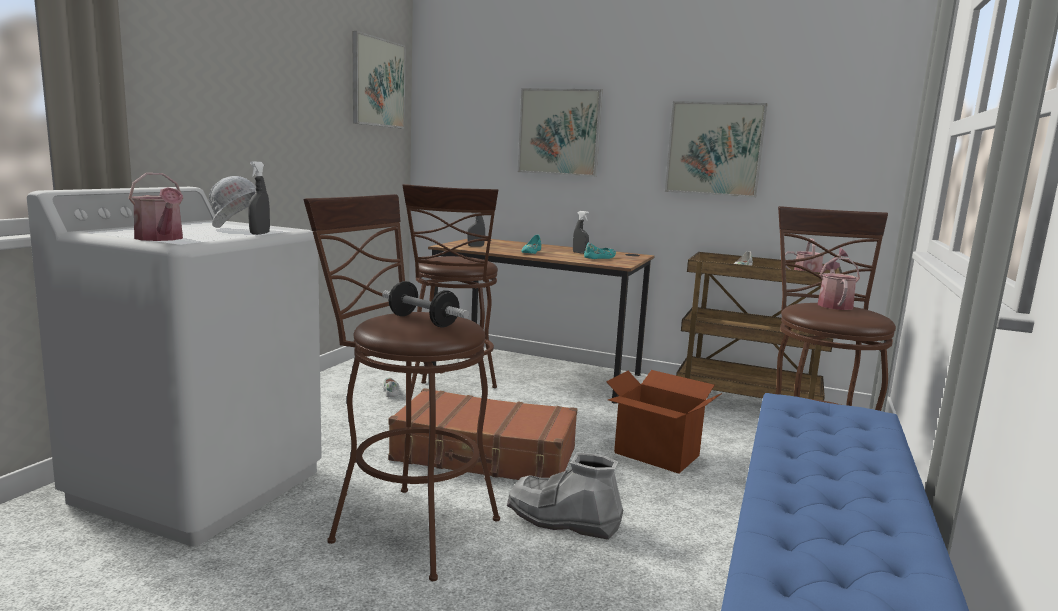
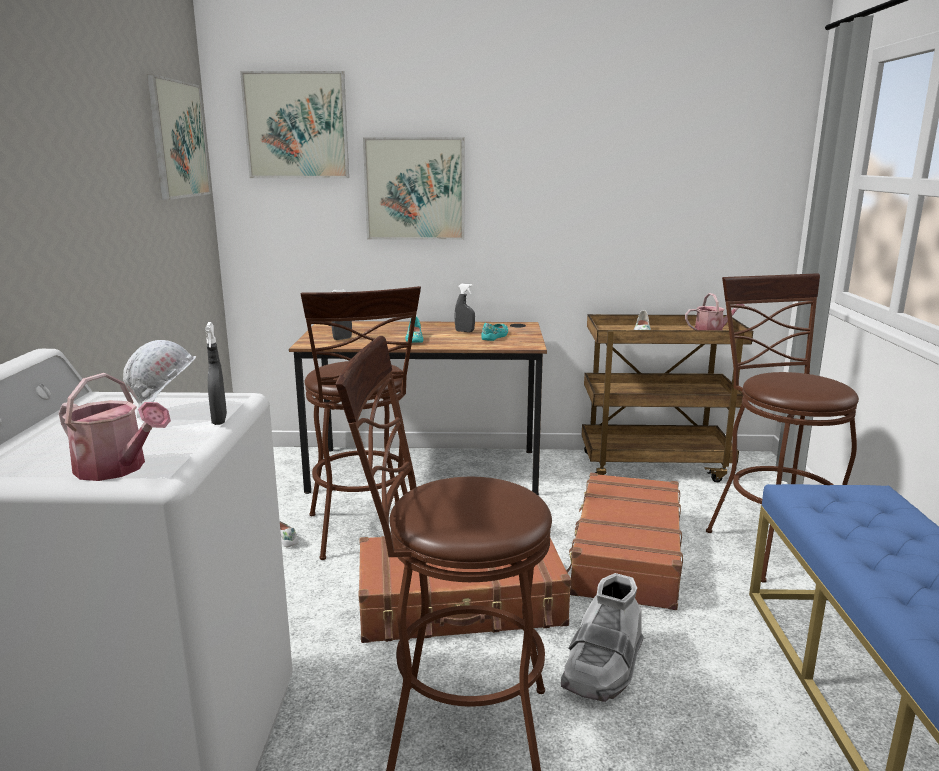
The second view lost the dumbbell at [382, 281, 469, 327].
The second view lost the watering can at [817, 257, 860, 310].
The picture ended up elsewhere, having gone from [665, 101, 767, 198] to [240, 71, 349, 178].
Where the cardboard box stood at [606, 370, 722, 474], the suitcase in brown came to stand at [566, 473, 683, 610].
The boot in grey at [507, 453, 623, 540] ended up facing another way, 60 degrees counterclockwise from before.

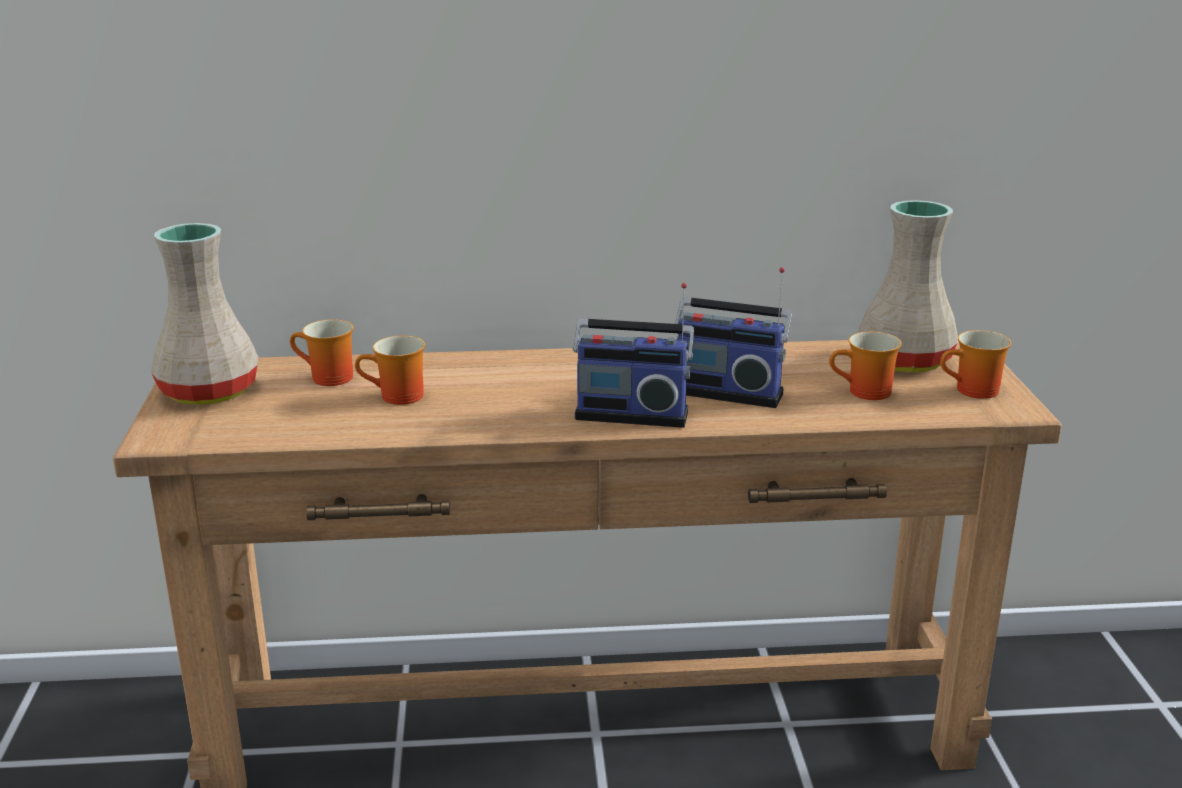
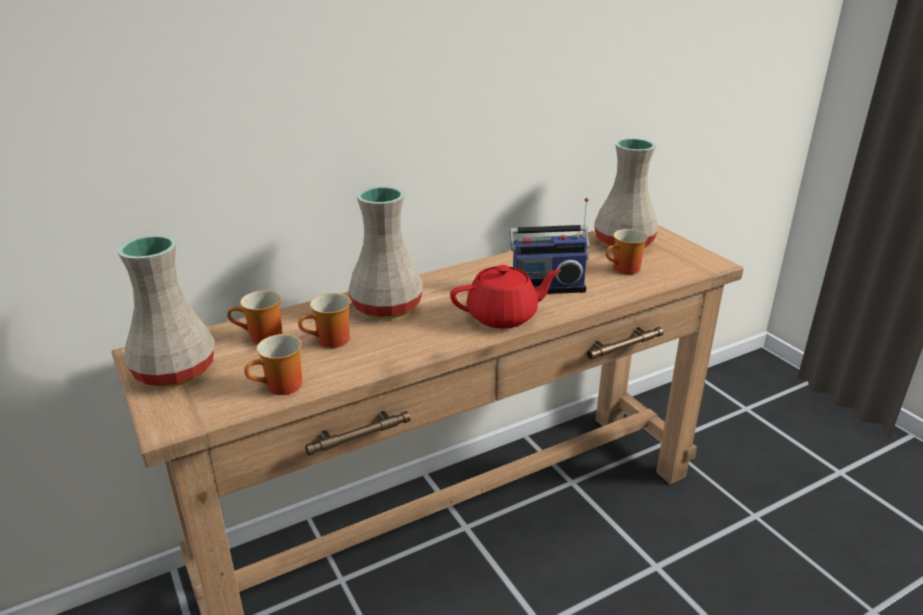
The second view gained the vase in beige at [348, 186, 423, 319].
The mug ended up elsewhere, having gone from [940, 330, 1012, 399] to [244, 334, 303, 395].
Where the radio stood at [573, 283, 694, 428], the teapot in red came to stand at [450, 265, 561, 329].

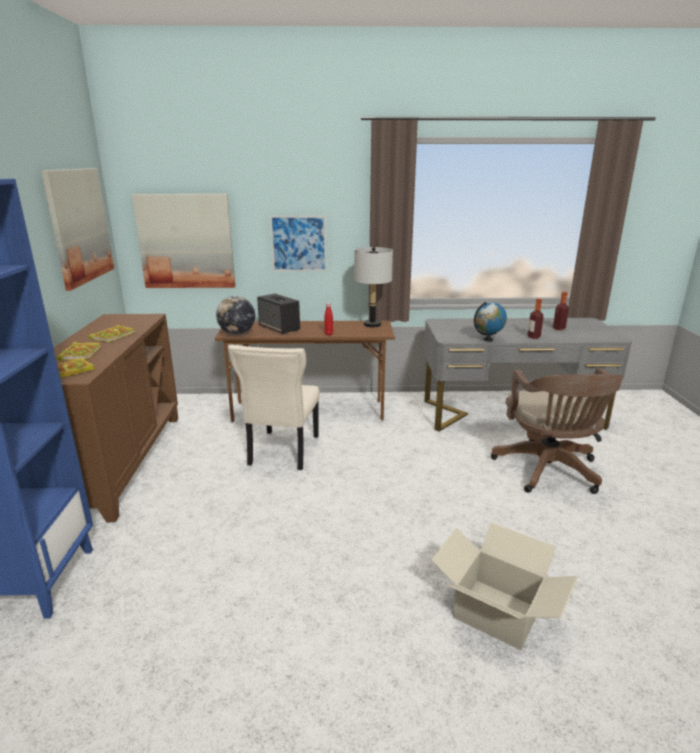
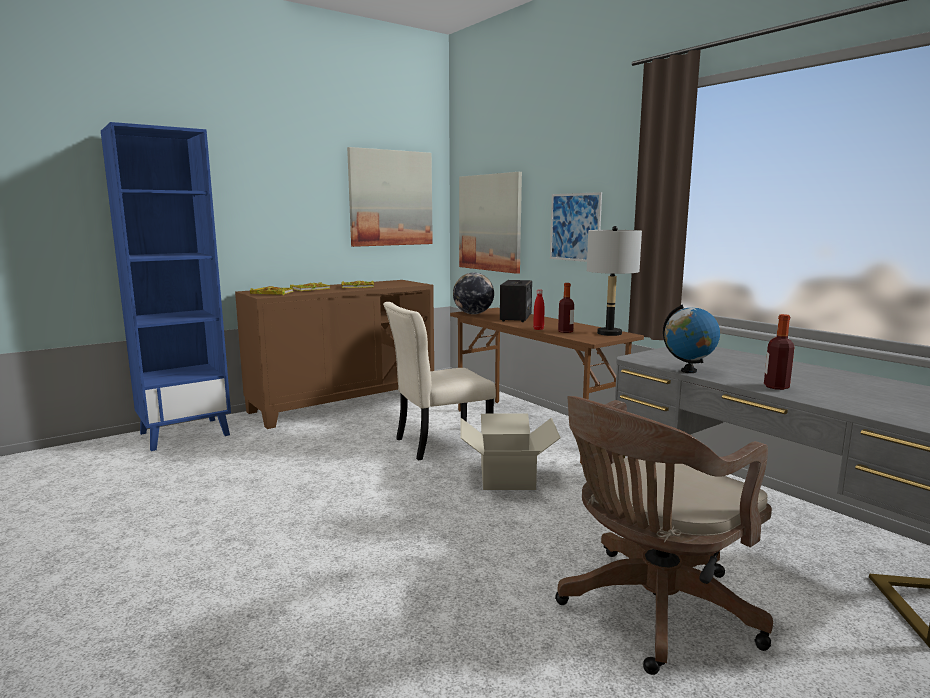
The cardboard box ended up elsewhere, having gone from [431, 522, 578, 651] to [460, 414, 561, 490].
The bottle ended up elsewhere, having gone from [553, 292, 569, 330] to [558, 283, 574, 333].

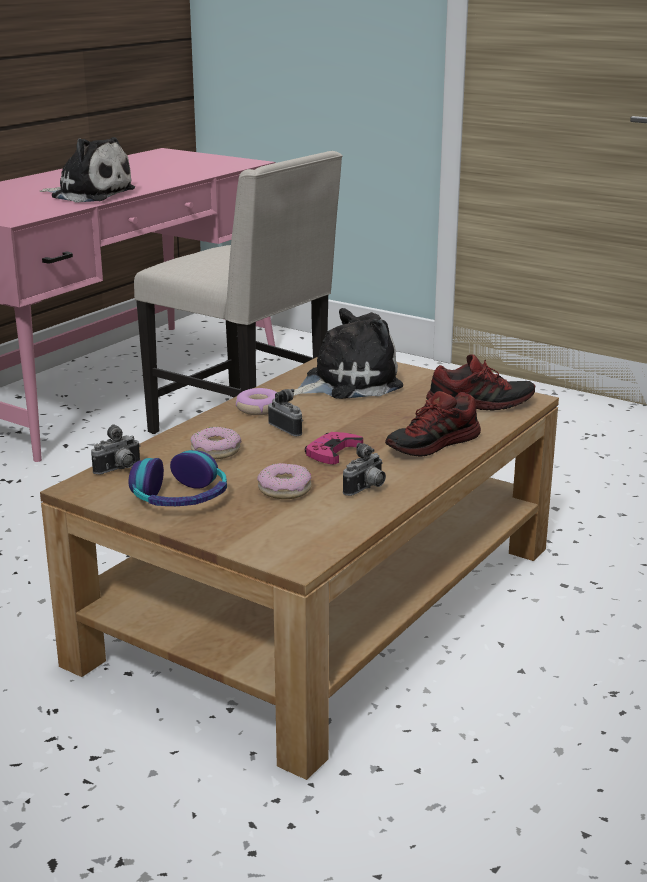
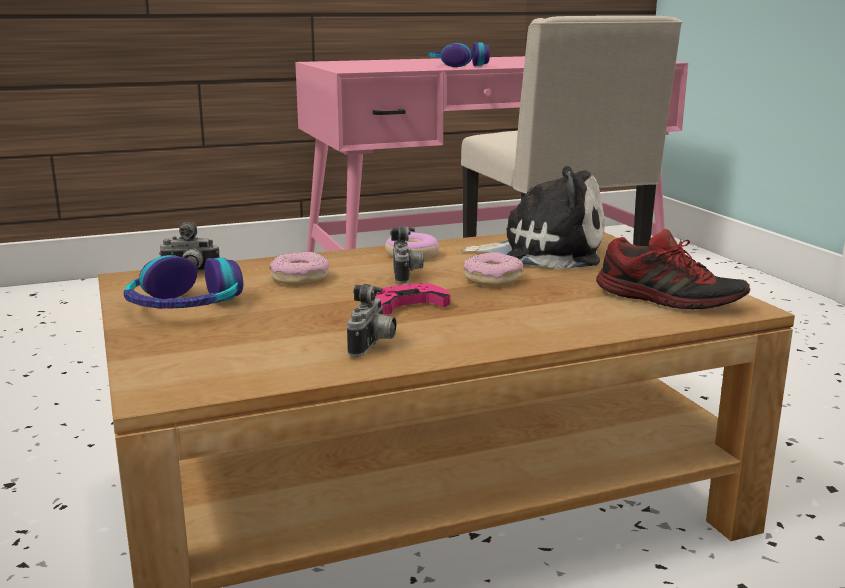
The second view lost the shoe at [385, 391, 481, 457].
The donut ended up elsewhere, having gone from [257, 463, 312, 499] to [464, 252, 523, 286].
Where the plush toy stood at [40, 137, 135, 203], the headphones came to stand at [428, 42, 490, 67].
The photo camera at [343, 443, 386, 496] ended up facing another way, 60 degrees counterclockwise from before.

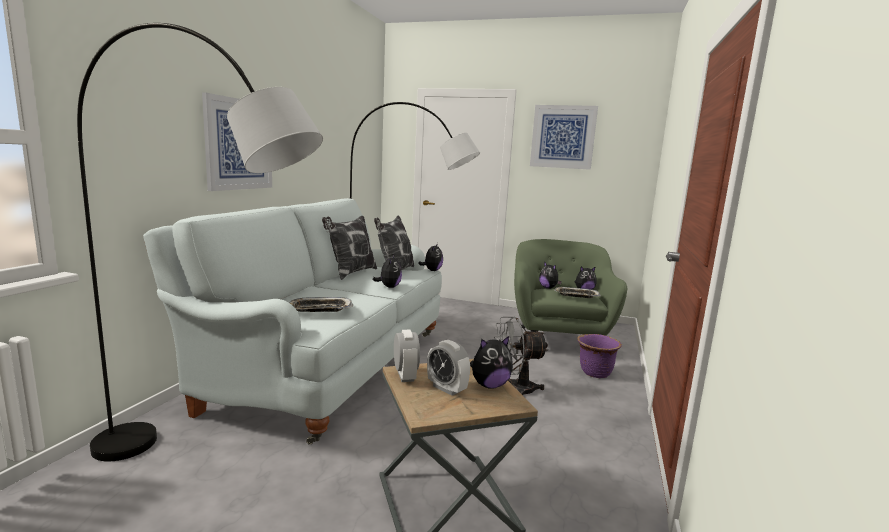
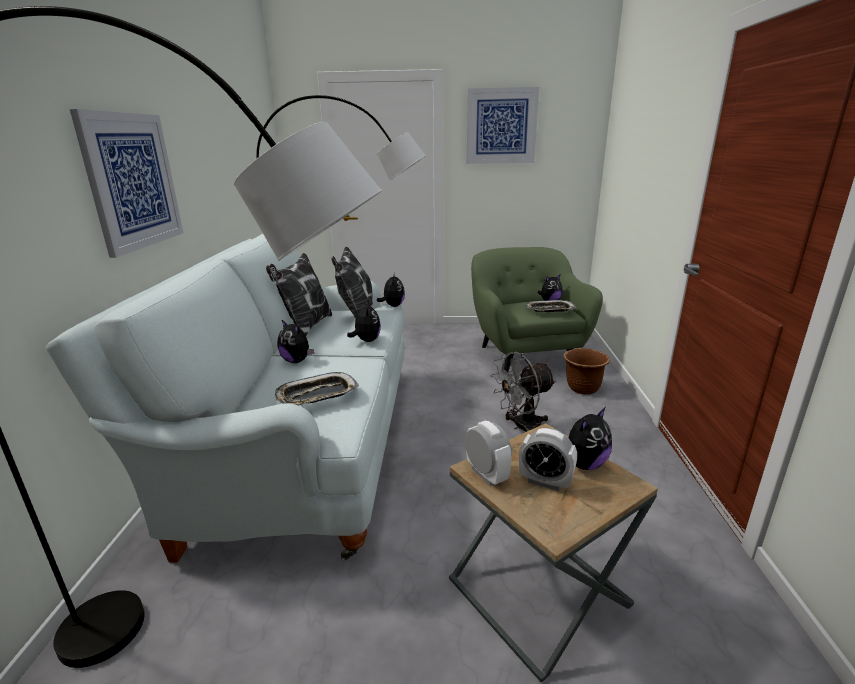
The plush toy ended up elsewhere, having gone from [539, 262, 562, 289] to [278, 320, 314, 363].
What was the planter in purple at [577, 334, 622, 379] turned into the planter in brown at [563, 348, 610, 395].

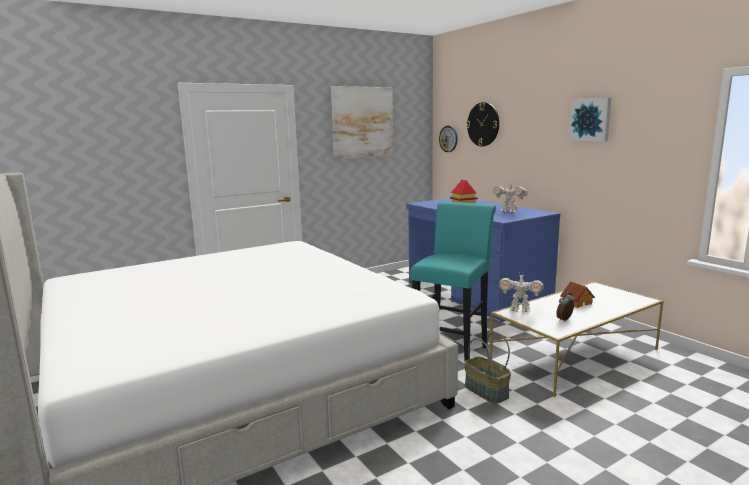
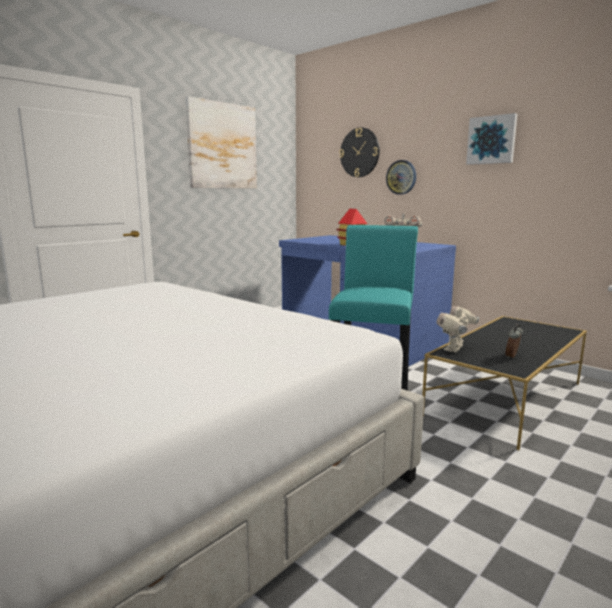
The second view lost the basket at [464, 332, 511, 404].
The second view lost the toy house at [560, 281, 595, 308].
The wall clock ended up elsewhere, having gone from [439, 126, 458, 152] to [386, 160, 416, 195].
What was the coffee table in white at [490, 282, 664, 397] turned into the coffee table in black at [422, 316, 587, 451].
The toy robot at [499, 271, 543, 312] ended up facing another way, 120 degrees clockwise from before.

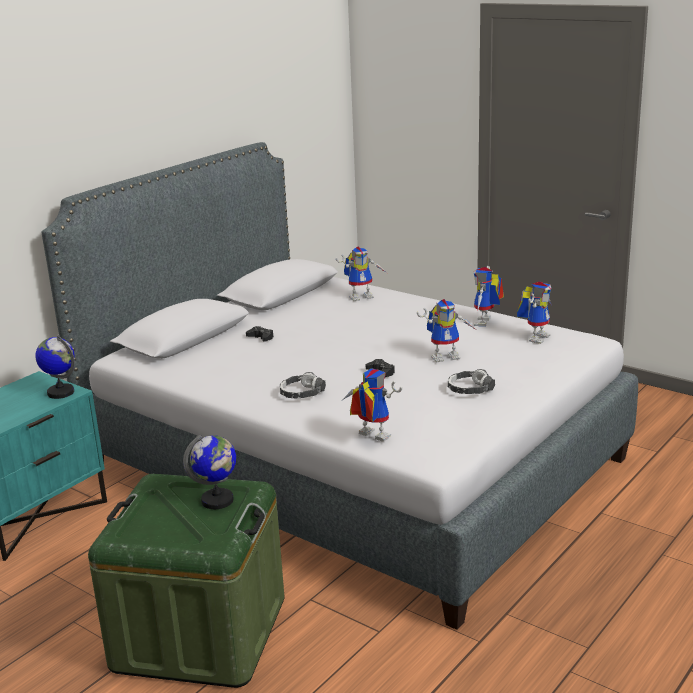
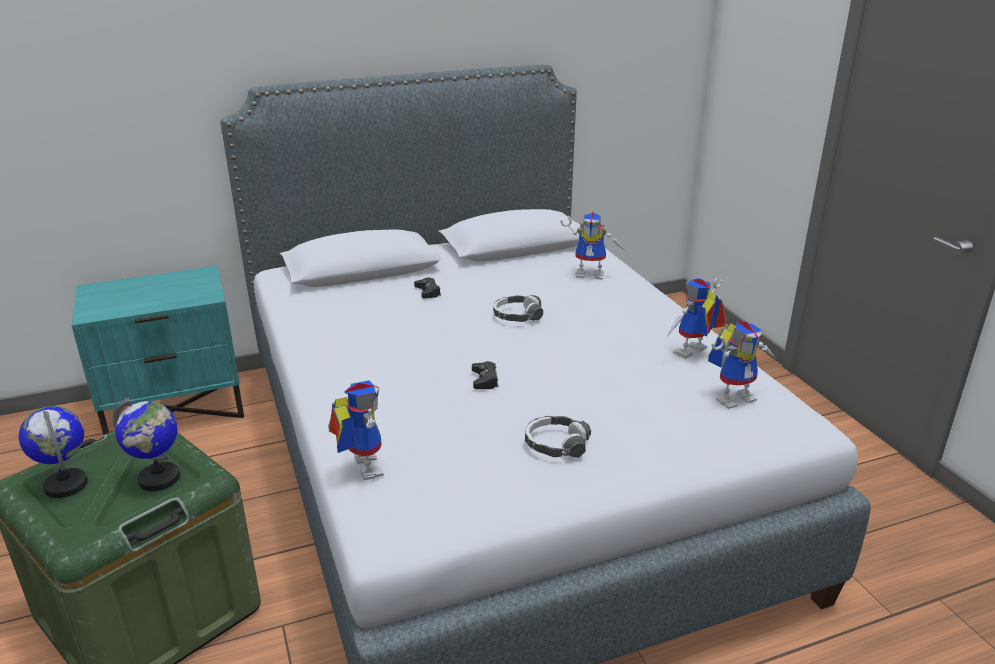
The second view lost the toy robot at [417, 299, 475, 362].
The globe ended up elsewhere, having gone from [35, 336, 75, 399] to [19, 406, 88, 498].
The headphones ended up elsewhere, having gone from [280, 372, 326, 399] to [493, 295, 543, 322].

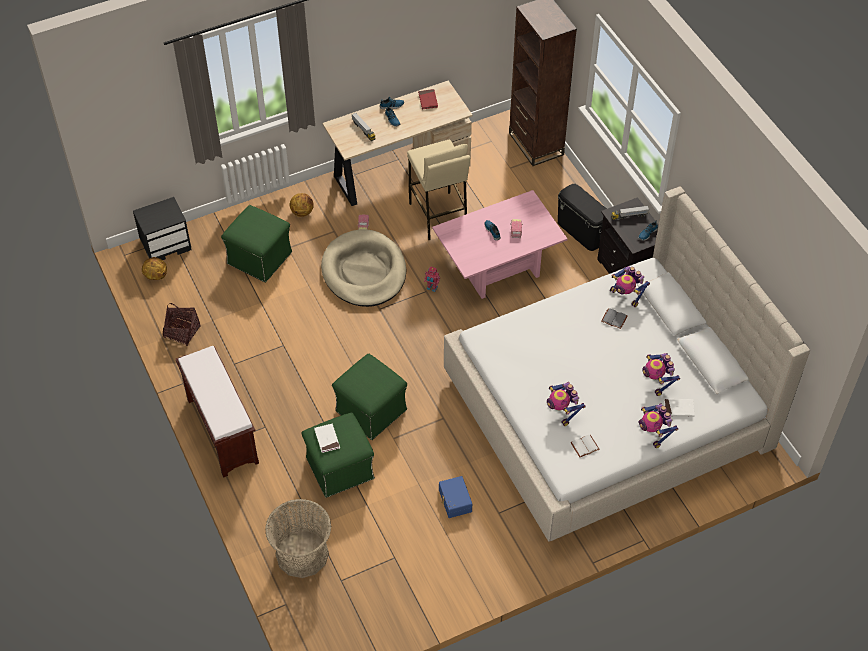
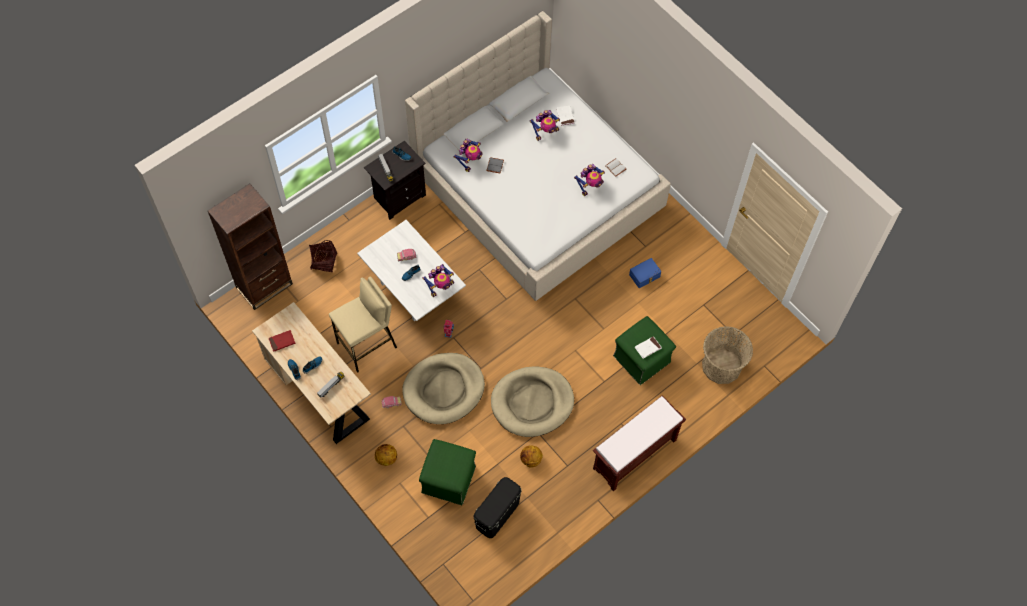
The second view lost the nightstand in black at [133, 197, 192, 260].
The second view lost the ottoman in green at [332, 354, 407, 440].
The second view gained the dog bed in beige at [491, 366, 574, 437].
The basketball ended up elsewhere, having gone from [142, 257, 167, 280] to [520, 445, 543, 468].
The basket ended up elsewhere, having gone from [163, 303, 201, 346] to [309, 240, 337, 272].
The storage box in black ended up elsewhere, having gone from [558, 184, 607, 251] to [473, 477, 522, 538].
The toy robot ended up elsewhere, having gone from [638, 403, 678, 448] to [422, 264, 454, 297].
What was the coffee table in pink at [432, 190, 568, 299] turned into the coffee table in white at [357, 220, 466, 321].

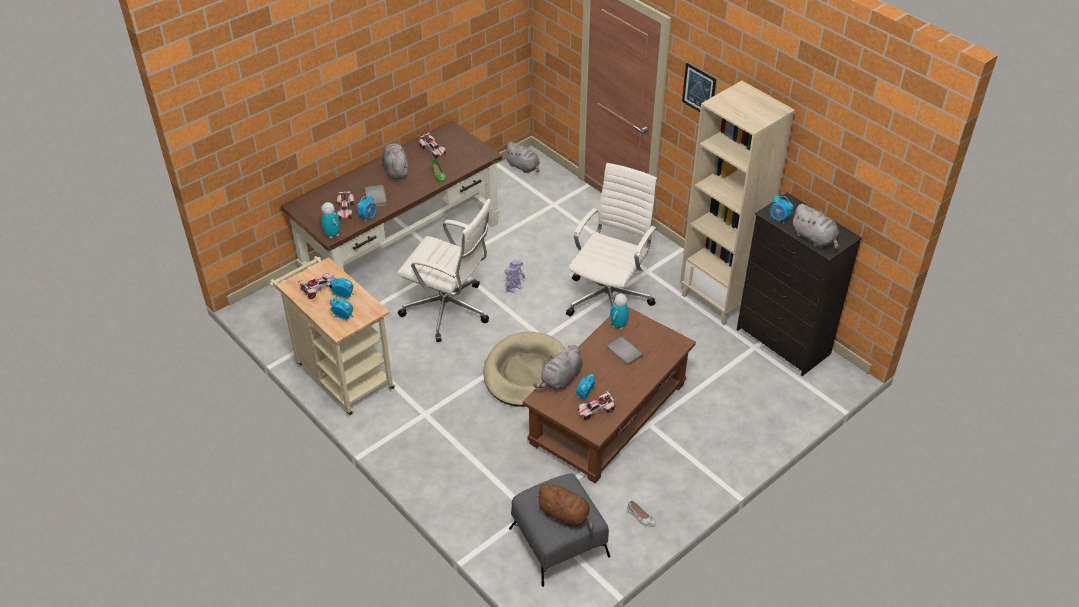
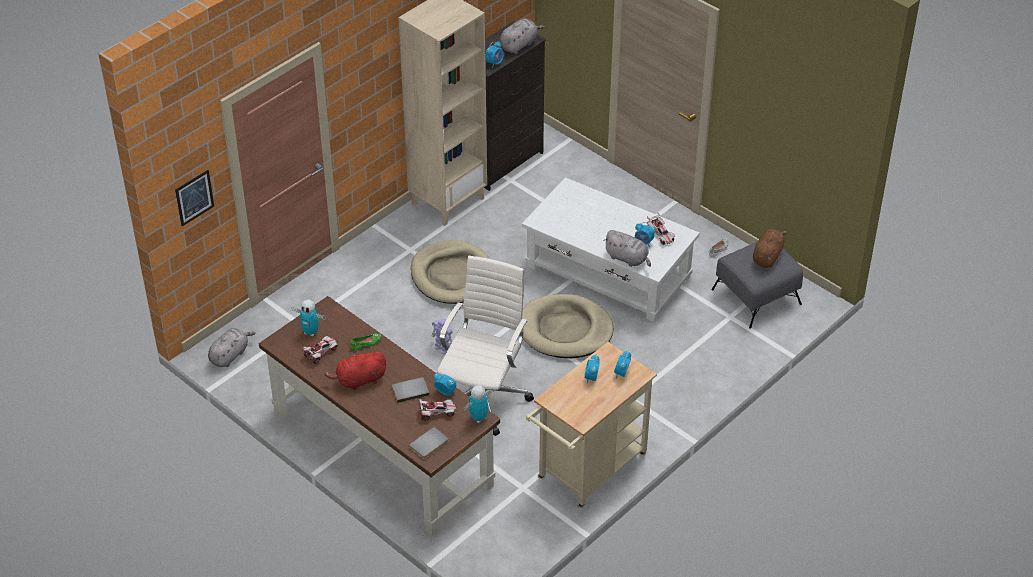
The second view lost the toy car at [297, 273, 334, 299].
The book in grey ended up elsewhere, having gone from [607, 336, 643, 366] to [408, 427, 449, 459].
The toy robot ended up elsewhere, having gone from [610, 294, 629, 330] to [292, 299, 326, 336].
The picture ended up elsewhere, having gone from [682, 63, 716, 112] to [175, 170, 214, 226].
Where the office chair in white stood at [566, 163, 657, 316], the dog bed in beige came to stand at [411, 240, 490, 304].
What was the plush toy in grey at [382, 143, 408, 179] turned into the plush toy in red at [324, 352, 386, 390].
What was the coffee table in brown at [523, 307, 696, 483] turned into the coffee table in white at [522, 177, 700, 322].

